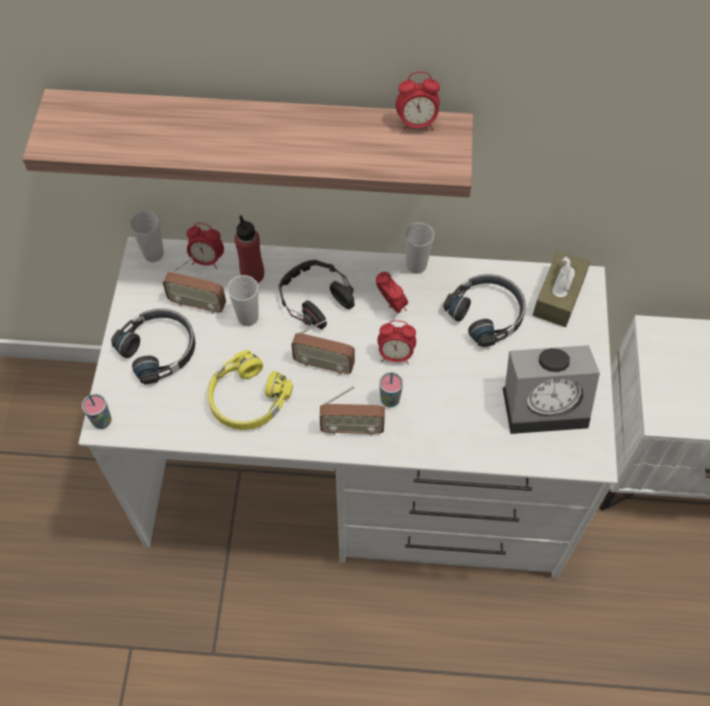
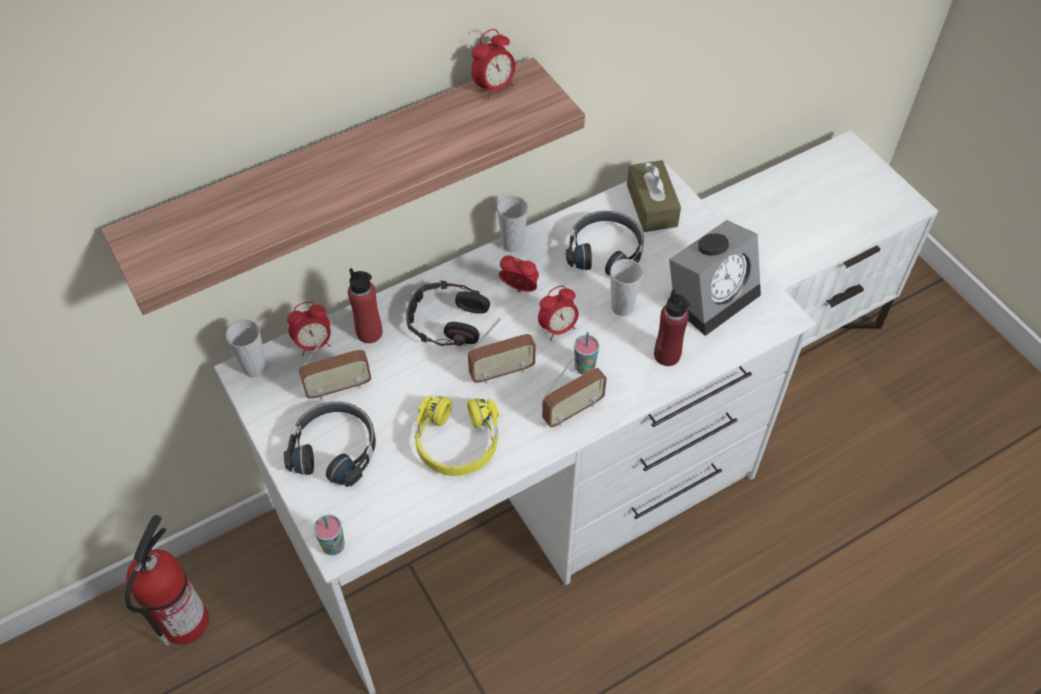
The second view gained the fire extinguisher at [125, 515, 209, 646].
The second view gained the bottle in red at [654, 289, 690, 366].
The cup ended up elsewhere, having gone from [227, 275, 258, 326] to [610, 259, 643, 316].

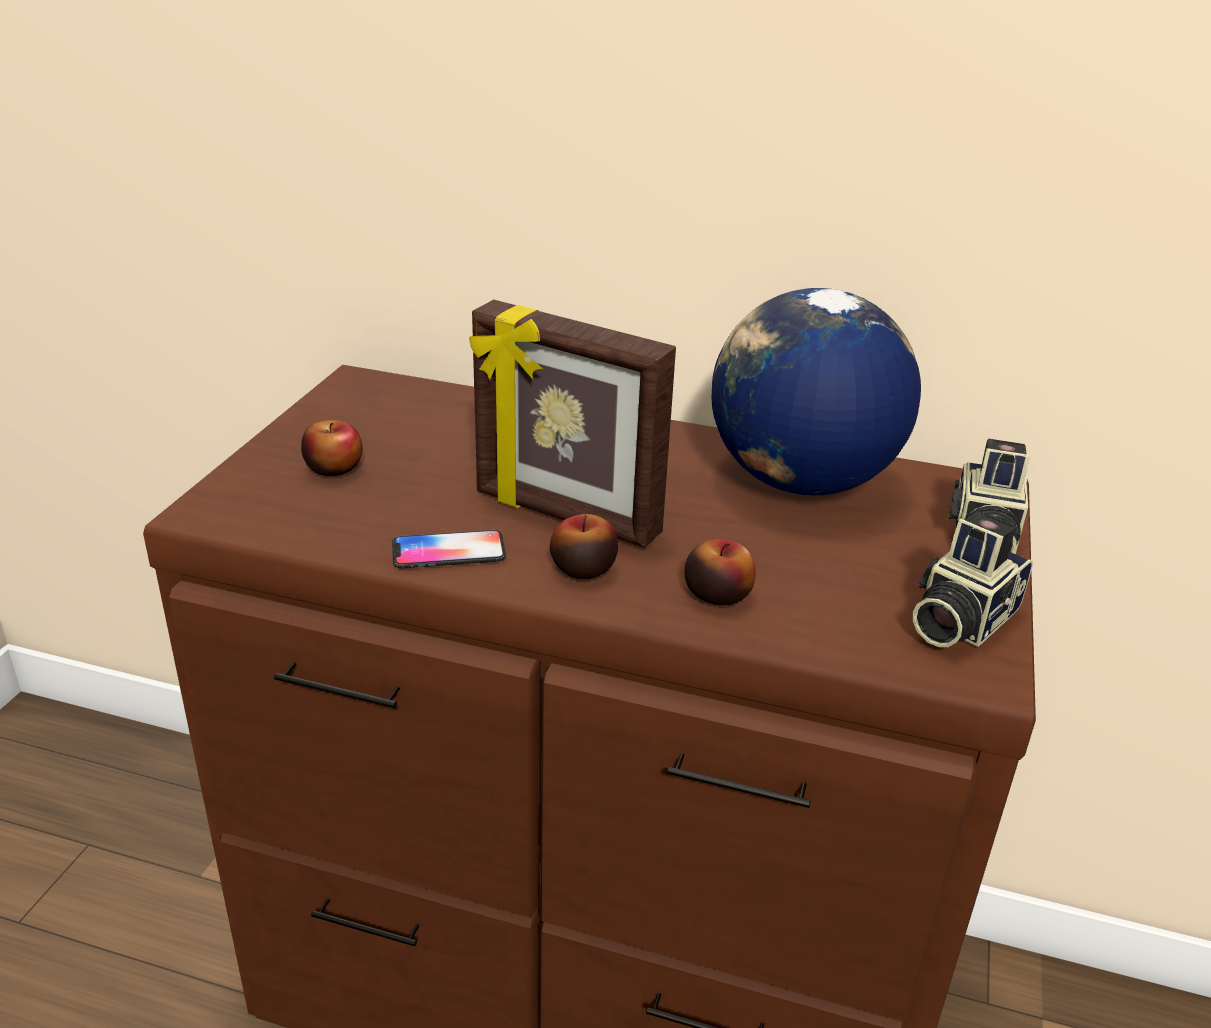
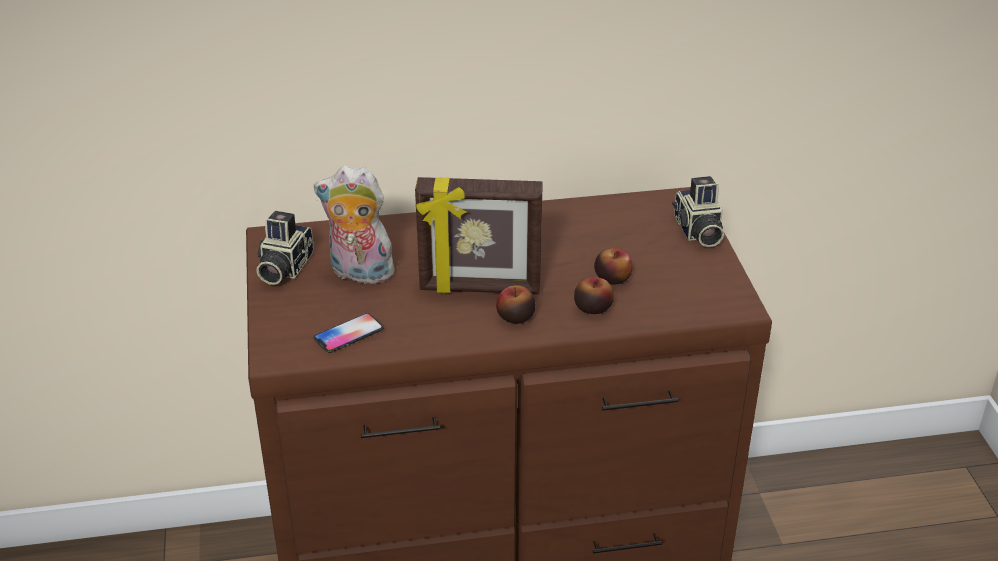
The second view lost the globe at [711, 288, 921, 495].
The second view gained the plush toy at [314, 166, 400, 284].
The apple ended up elsewhere, having gone from [301, 420, 362, 476] to [594, 248, 633, 285].
The phone ended up elsewhere, having gone from [392, 530, 506, 568] to [313, 313, 384, 353].
The photo camera ended up elsewhere, having gone from [912, 511, 1033, 647] to [257, 211, 314, 285].

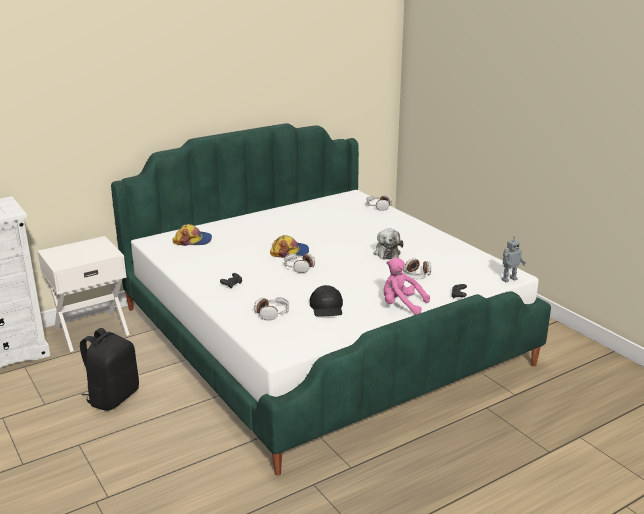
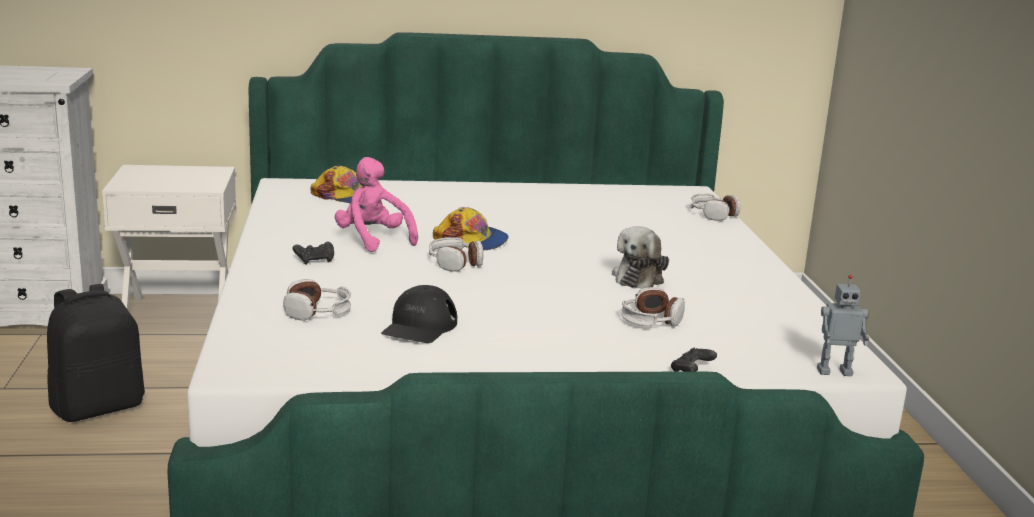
The plush toy in pink ended up elsewhere, having gone from [384, 258, 430, 315] to [335, 157, 418, 252].

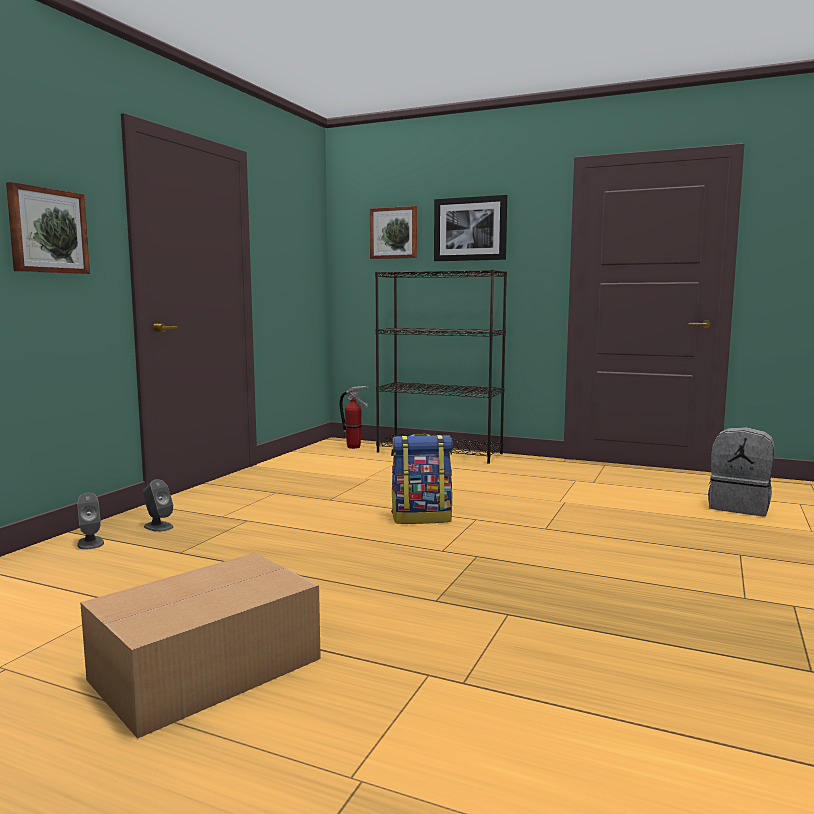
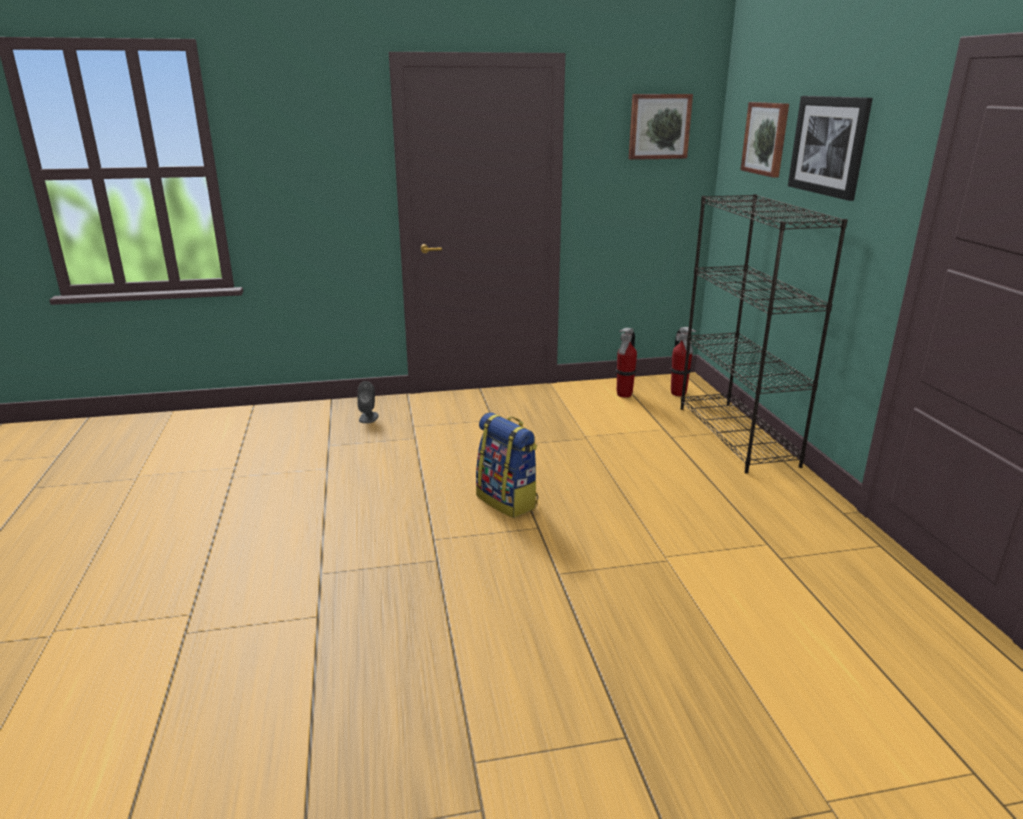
The second view lost the speaker in grey at [77, 493, 104, 550].
The second view lost the cardboard box at [80, 553, 321, 739].
The second view lost the backpack in grey at [708, 427, 775, 516].
The second view gained the fire extinguisher at [616, 328, 637, 398].
The picture ended up elsewhere, having gone from [6, 182, 90, 274] to [629, 94, 693, 160].

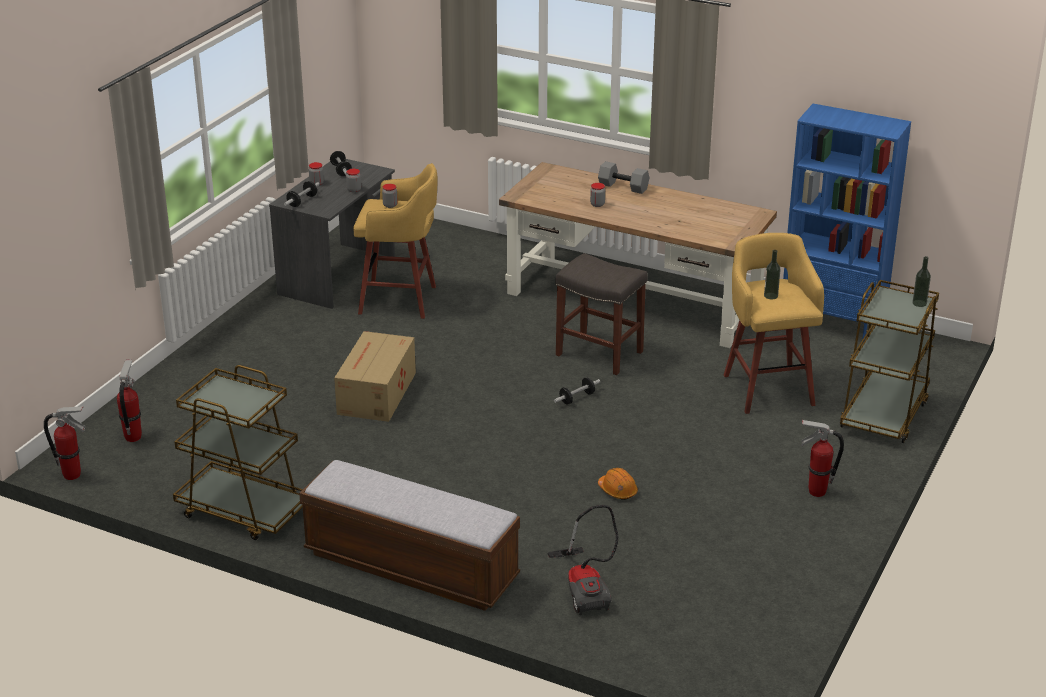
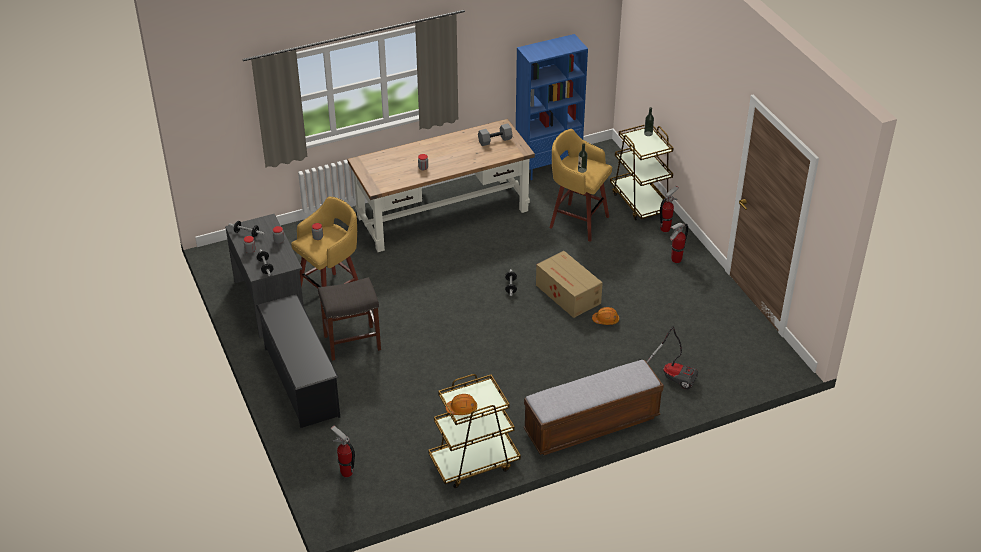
The second view gained the shoe rack in black at [256, 294, 340, 428].
The second view gained the hard hat in orange at [446, 394, 477, 415].
The fire extinguisher ended up elsewhere, having gone from [44, 406, 86, 480] to [660, 186, 679, 232].
The cardboard box ended up elsewhere, having gone from [334, 331, 416, 422] to [536, 251, 603, 318].
The stool in grey ended up elsewhere, having gone from [556, 253, 648, 375] to [318, 277, 381, 361].
The dumbbell in grey ended up elsewhere, having gone from [598, 161, 650, 194] to [478, 124, 513, 146].

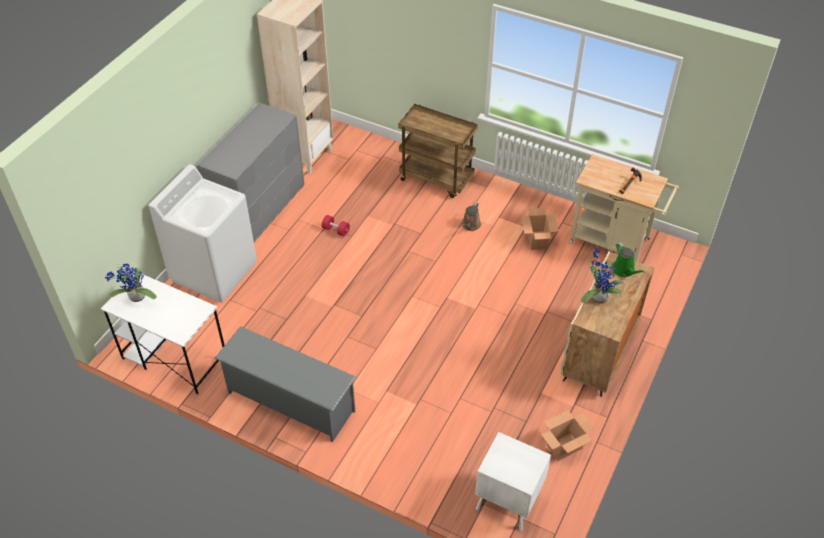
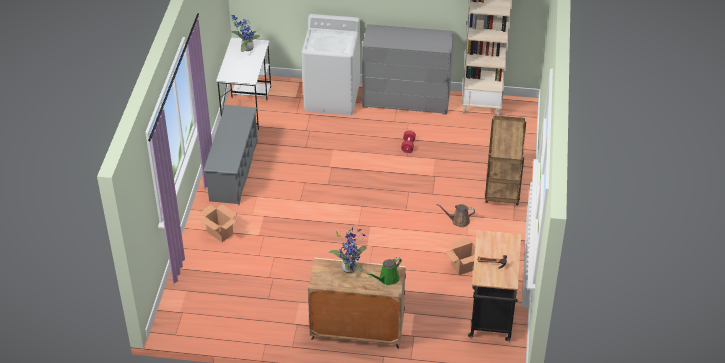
The second view lost the nightstand in white at [475, 432, 551, 531].
The cardboard box ended up elsewhere, having gone from [541, 410, 595, 461] to [200, 204, 237, 242].
What was the cart in beige at [569, 154, 679, 261] turned into the cart in black at [468, 230, 521, 341].

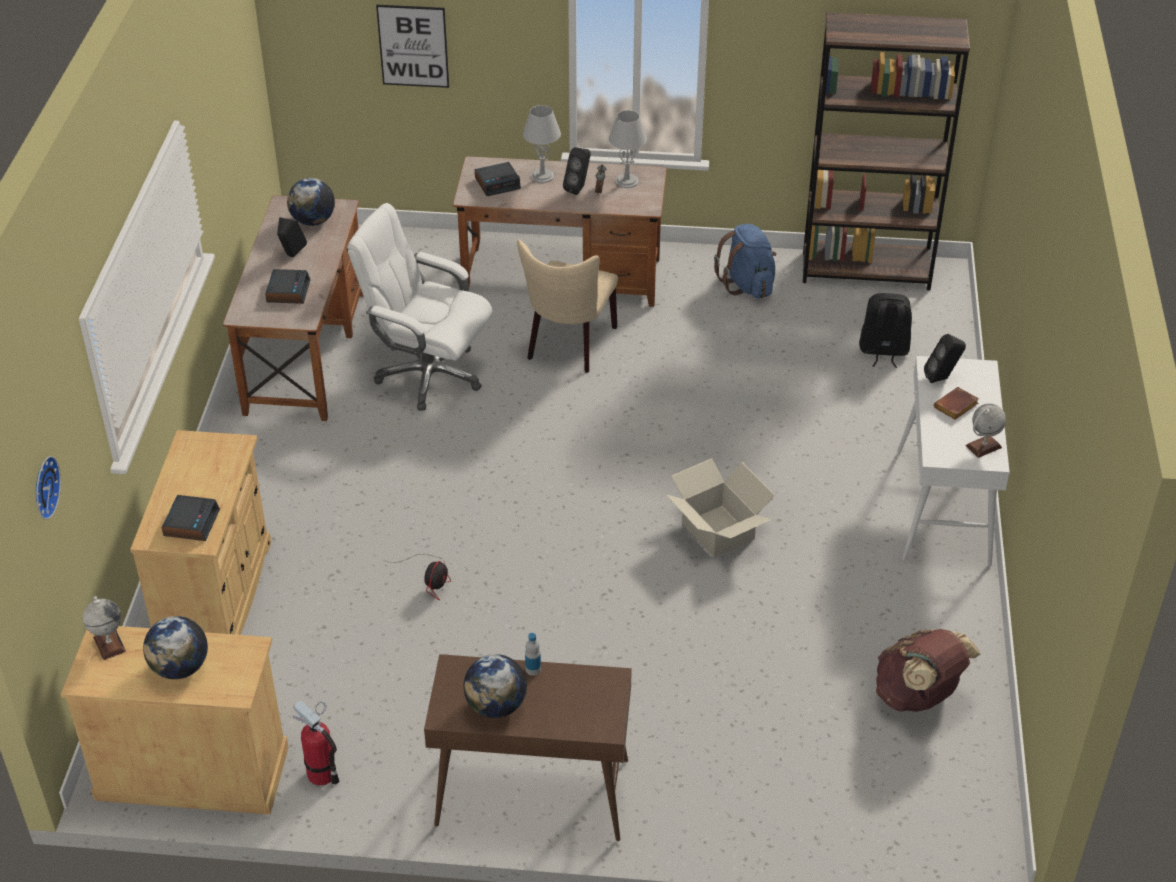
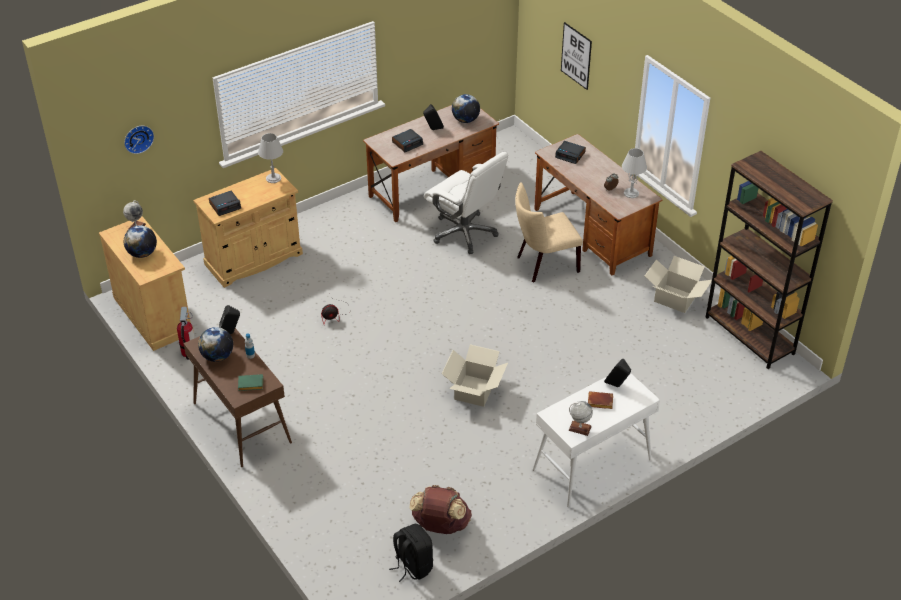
The second view gained the book in green at [238, 374, 263, 391].
The table lamp in grey ended up elsewhere, having gone from [523, 105, 561, 183] to [258, 133, 283, 183].
The speaker in black ended up elsewhere, having gone from [563, 147, 591, 195] to [219, 305, 240, 334].
The backpack in black ended up elsewhere, having gone from [859, 293, 912, 368] to [389, 524, 433, 582].
Where the backpack in blue stood at [714, 224, 777, 298], the cardboard box came to stand at [645, 256, 712, 313].
The office chair in white at [347, 203, 492, 411] ended up facing another way, 150 degrees clockwise from before.

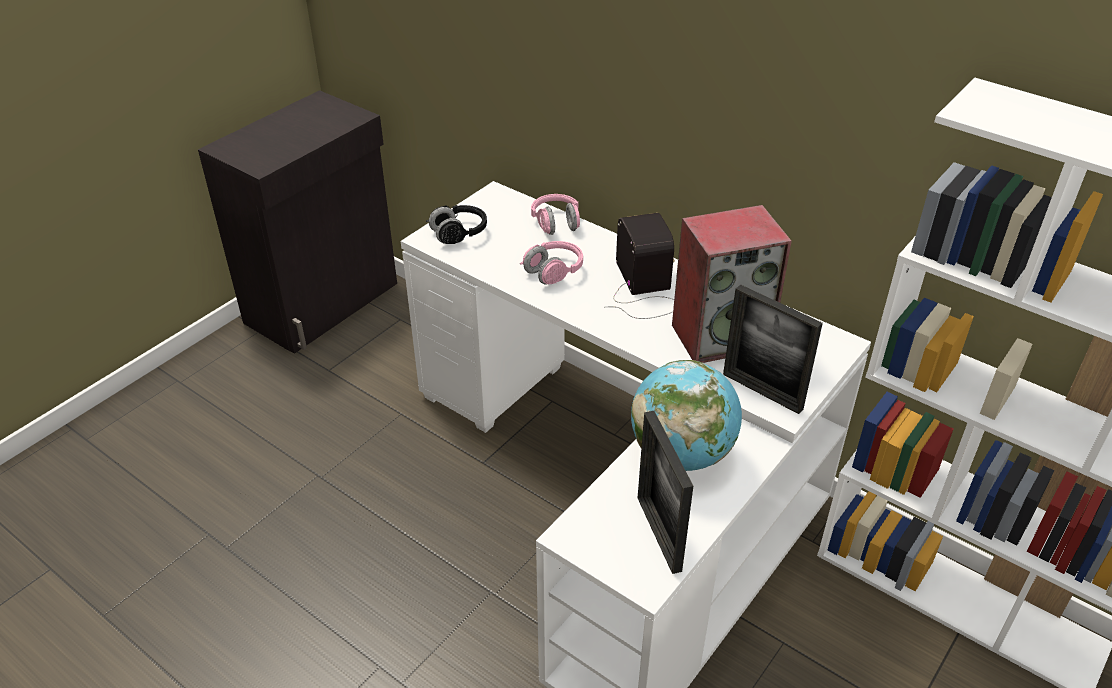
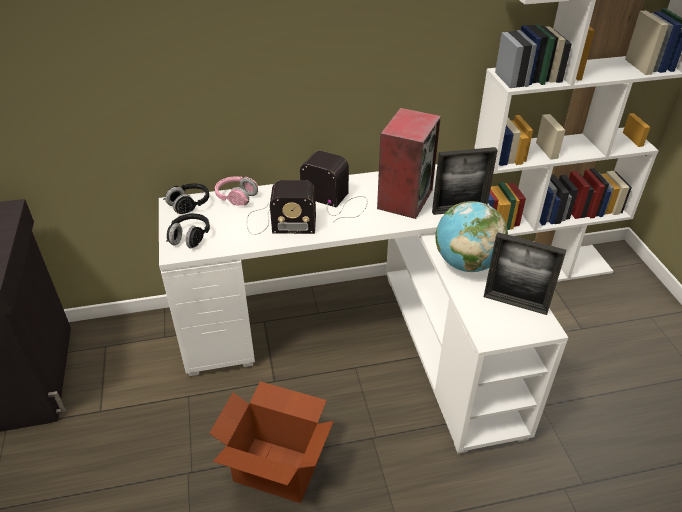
The second view gained the headphones in black at [163, 183, 209, 214].
The second view gained the cardboard box at [209, 381, 334, 503].
Where the headphones in pink stood at [520, 241, 583, 285], the radio came to stand at [247, 180, 316, 235].

